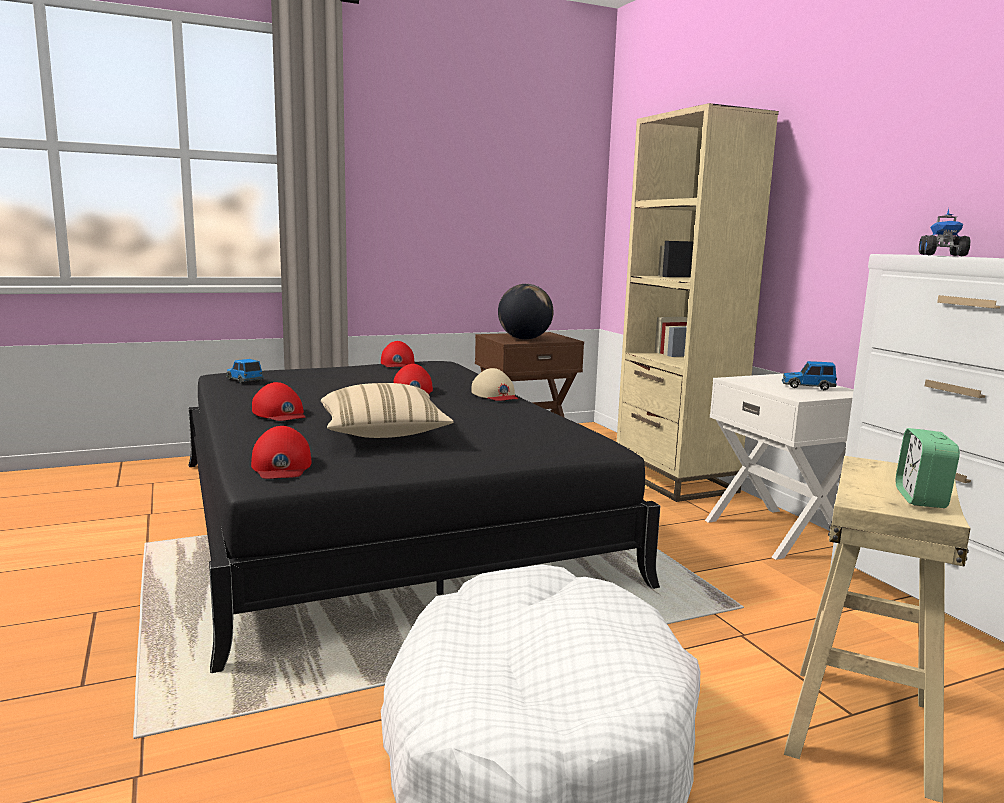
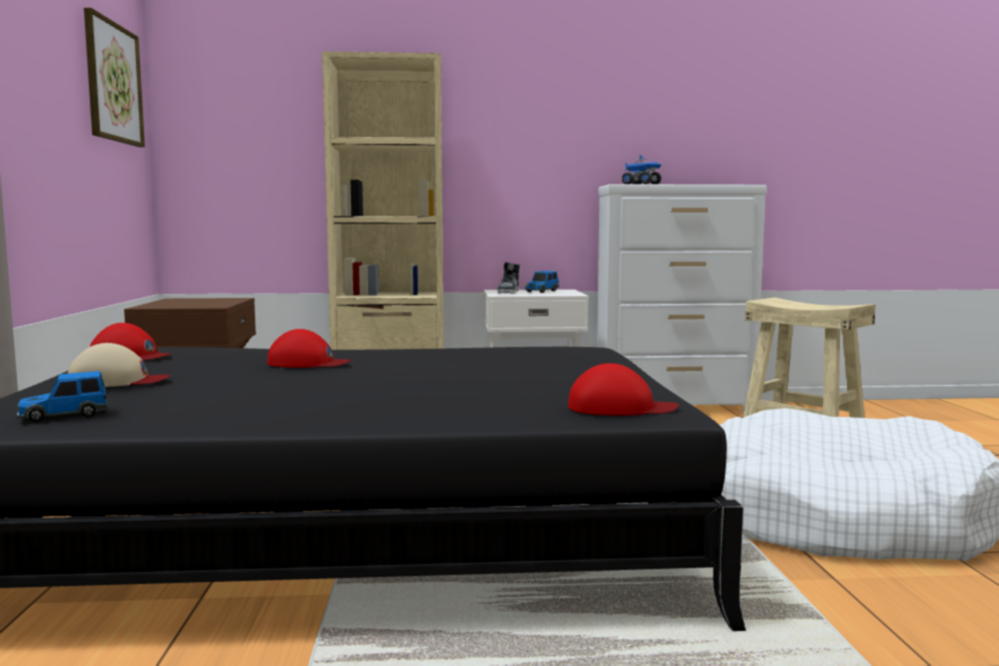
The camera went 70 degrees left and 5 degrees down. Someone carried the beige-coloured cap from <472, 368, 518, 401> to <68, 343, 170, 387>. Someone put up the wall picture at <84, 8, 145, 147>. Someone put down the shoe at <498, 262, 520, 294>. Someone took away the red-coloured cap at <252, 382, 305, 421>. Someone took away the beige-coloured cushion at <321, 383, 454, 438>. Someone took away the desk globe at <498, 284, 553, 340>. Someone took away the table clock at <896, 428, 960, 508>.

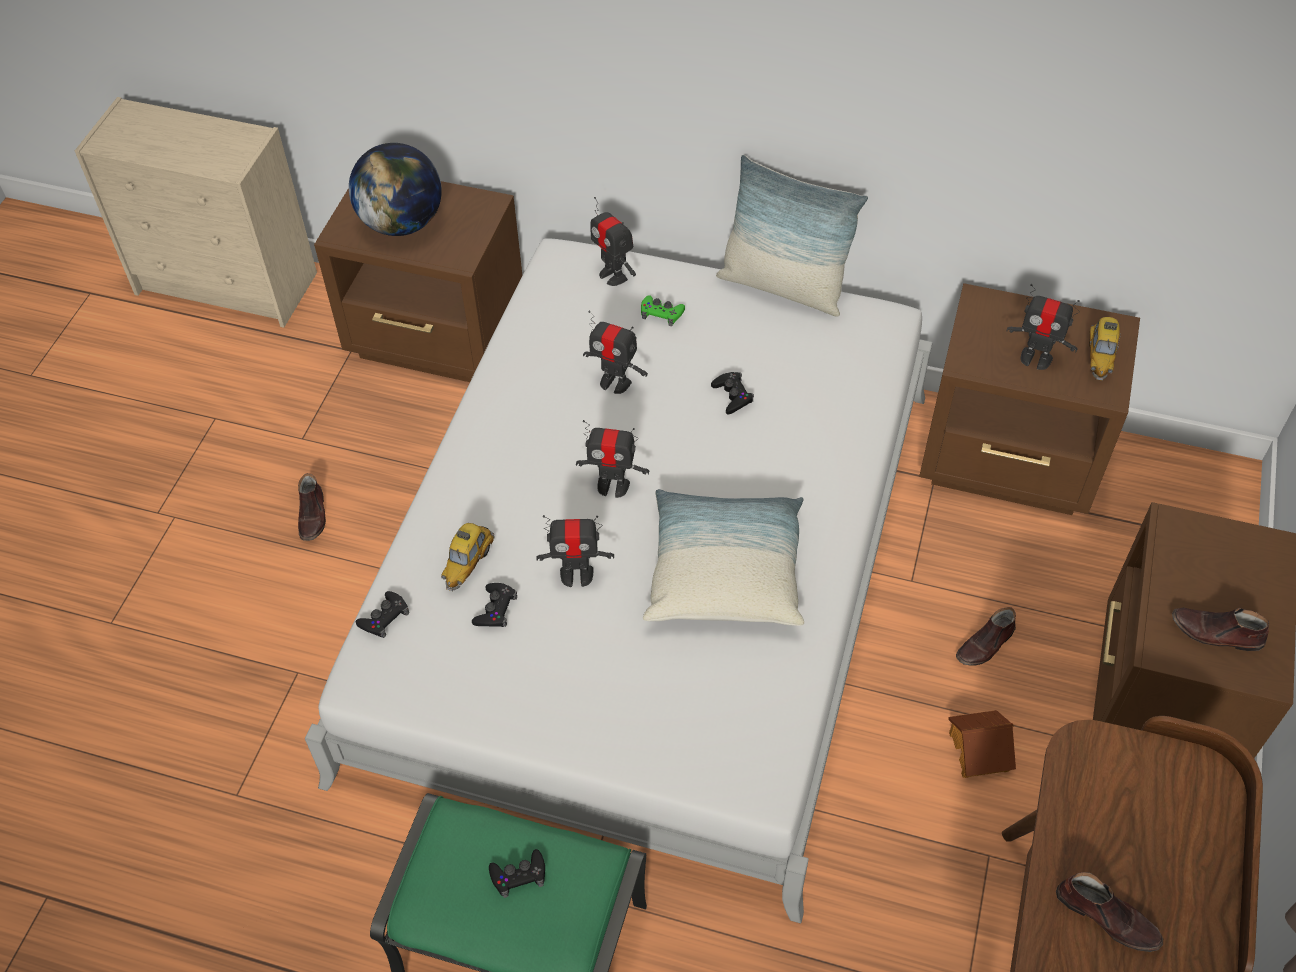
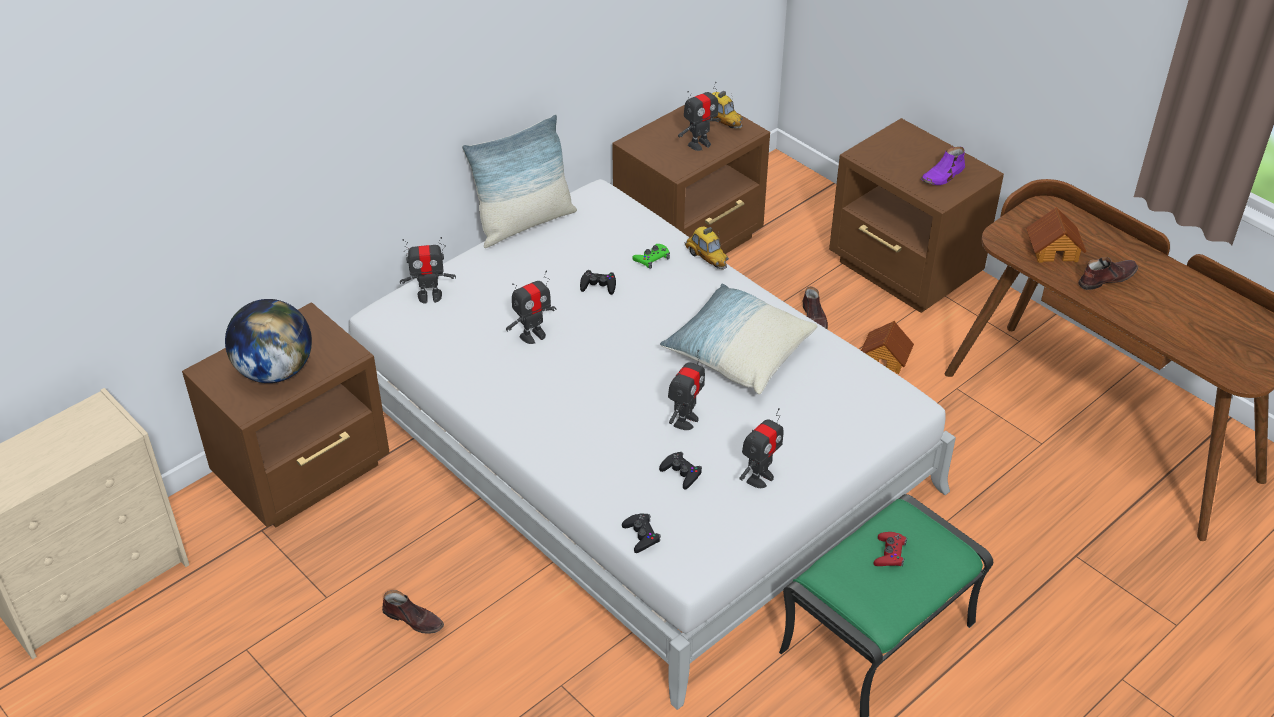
The camera went 60 degrees left and 10 degrees down. Someone carried the green-coloured game controller from <641, 295, 685, 326> to <632, 244, 670, 269>. Someone carried the toy car from <441, 523, 494, 591> to <685, 227, 729, 269>. Someone carried the model robot from <576, 420, 649, 498> to <740, 408, 783, 488>. Someone repainted the black game controller at <489, 849, 545, 898>, which became the red-coloured game controller at <874, 532, 907, 566>. Someone repainted the brown shoe at <1172, 607, 1269, 651>, which became the purplish shoe at <921, 147, 965, 185>. Someone put down the toy house at <1026, 207, 1087, 263>.

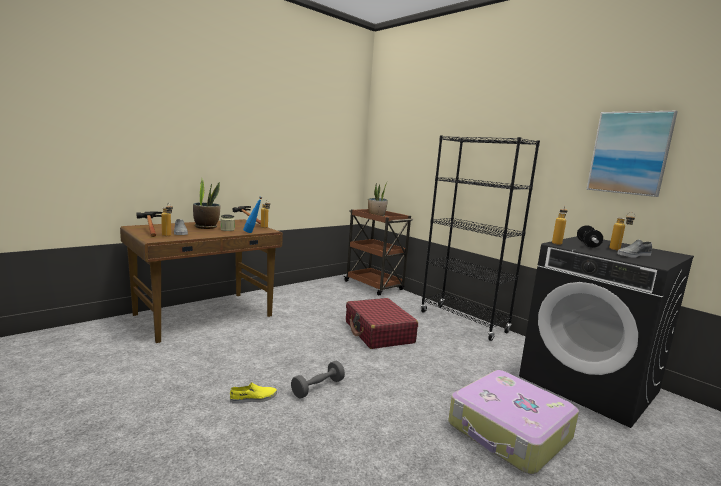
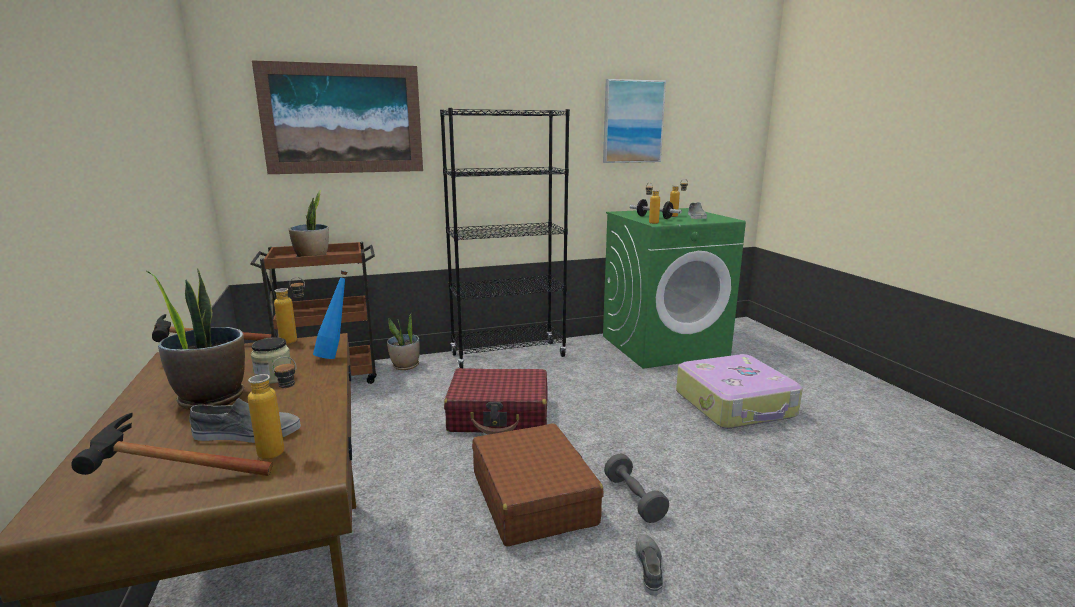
The camera went 65 degrees left and 5 degrees up. Someone put up the wall picture at <252, 60, 423, 174>. Someone put down the plant in a pot at <387, 314, 420, 370>. Someone put down the brown travel case at <472, 424, 604, 546>. Someone repainted the black laundry machine at <519, 236, 694, 428>, which became the green-coloured laundry machine at <603, 208, 746, 369>. Someone repainted the yellow-coloured shoe at <230, 382, 277, 404>, which became the greyish shoe at <635, 534, 663, 596>.

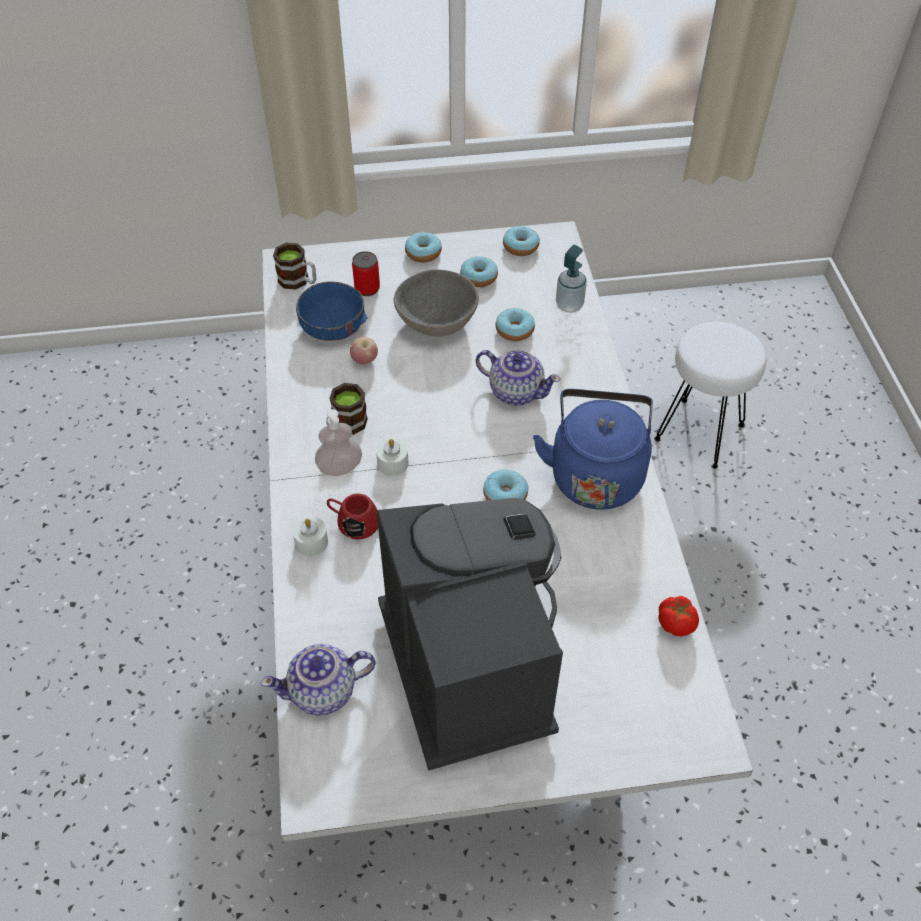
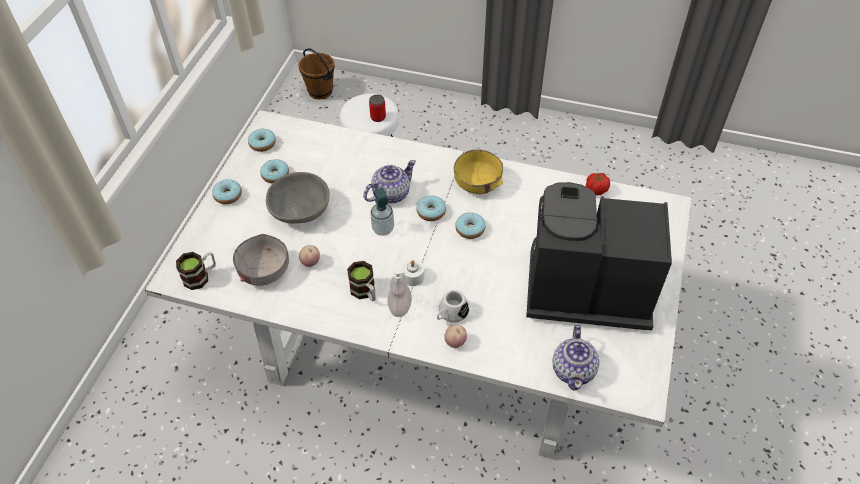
The camera went 65 degrees left and 0 degrees up. Someone repainted the blue-coloured serving bowl at <296, 281, 368, 341>, which became the greyish serving bowl at <233, 234, 289, 286>. Someone put down the brown pail at <298, 48, 335, 99>. Someone carried the metal can from <352, 251, 380, 296> to <369, 95, 386, 122>. Someone carried the liquid soap bottle from <556, 245, 587, 313> to <370, 188, 394, 236>. Someone carried the doughnut from <496, 308, 535, 341> to <416, 195, 446, 221>. Someone repainted the red-coloured mug at <327, 494, 378, 539>, which became the white mug at <437, 290, 469, 323>. Someone swapped the white wax candle at <292, 516, 328, 556> for the whole apple at <444, 324, 467, 348>. Someone swapped the blue-coloured tea kettle at <533, 389, 653, 509> for the yellow-coloured serving bowl at <454, 149, 503, 194>.

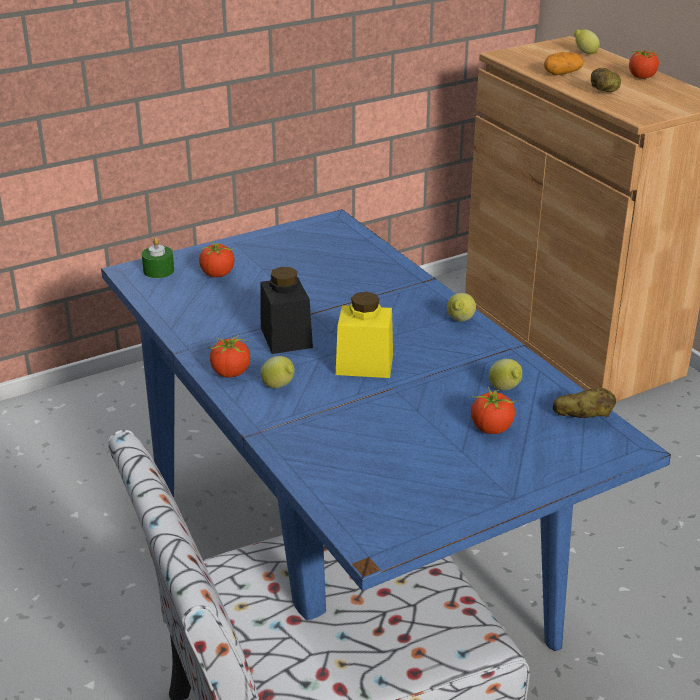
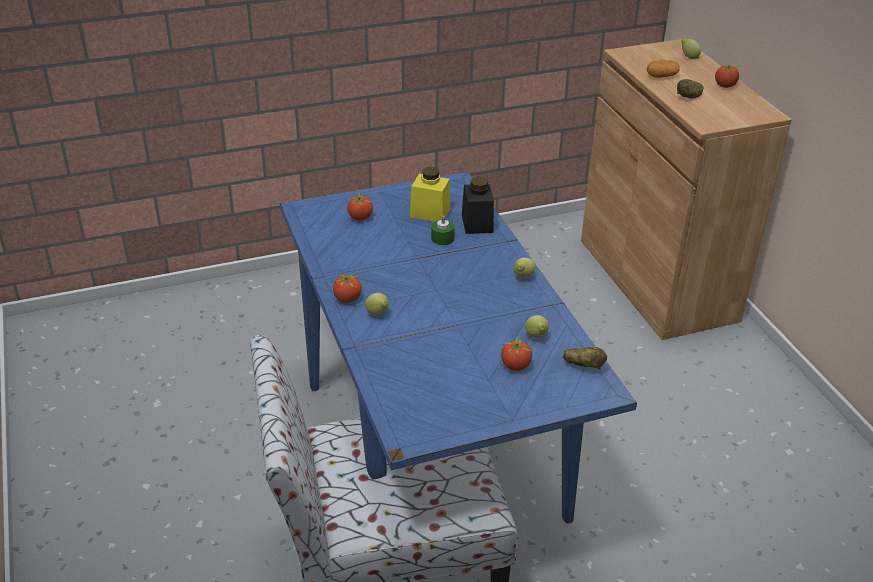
The camera went 10 degrees right and 5 degrees up. Someone carried the yellow-coloured storage jar from <336, 292, 393, 378> to <410, 167, 450, 222>. Someone carried the green-coloured wax candle from <142, 238, 174, 278> to <431, 215, 455, 245>. Someone carried the black storage jar from <260, 267, 313, 354> to <462, 177, 494, 234>.

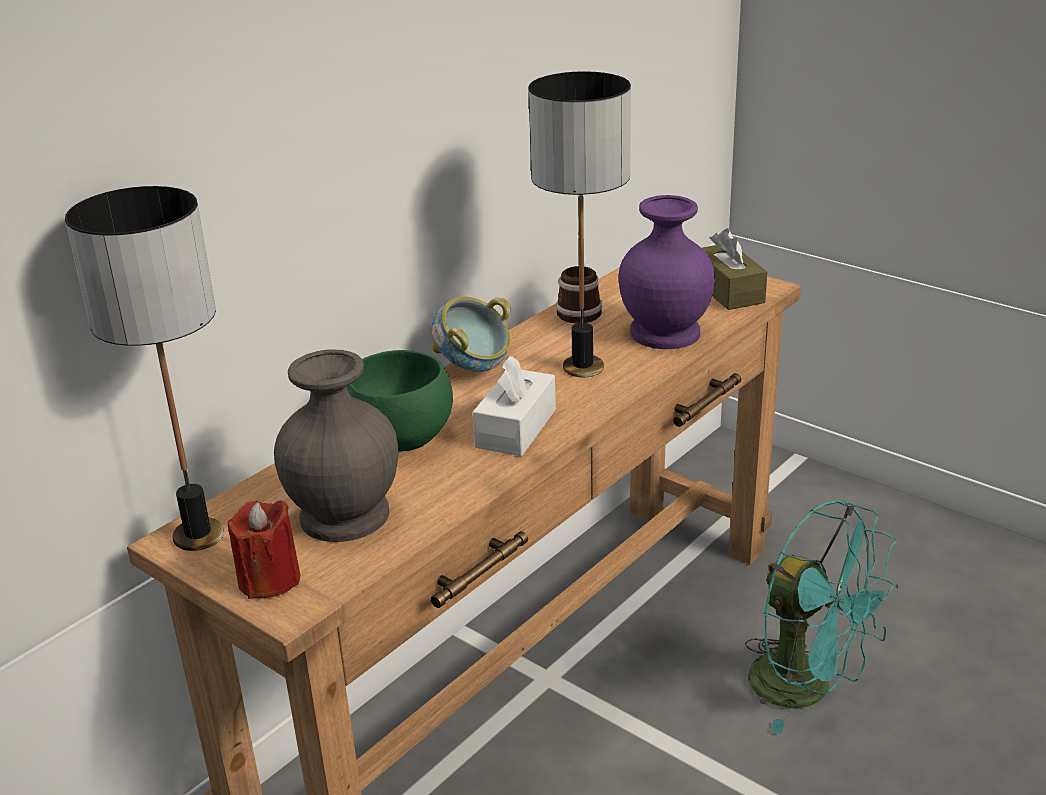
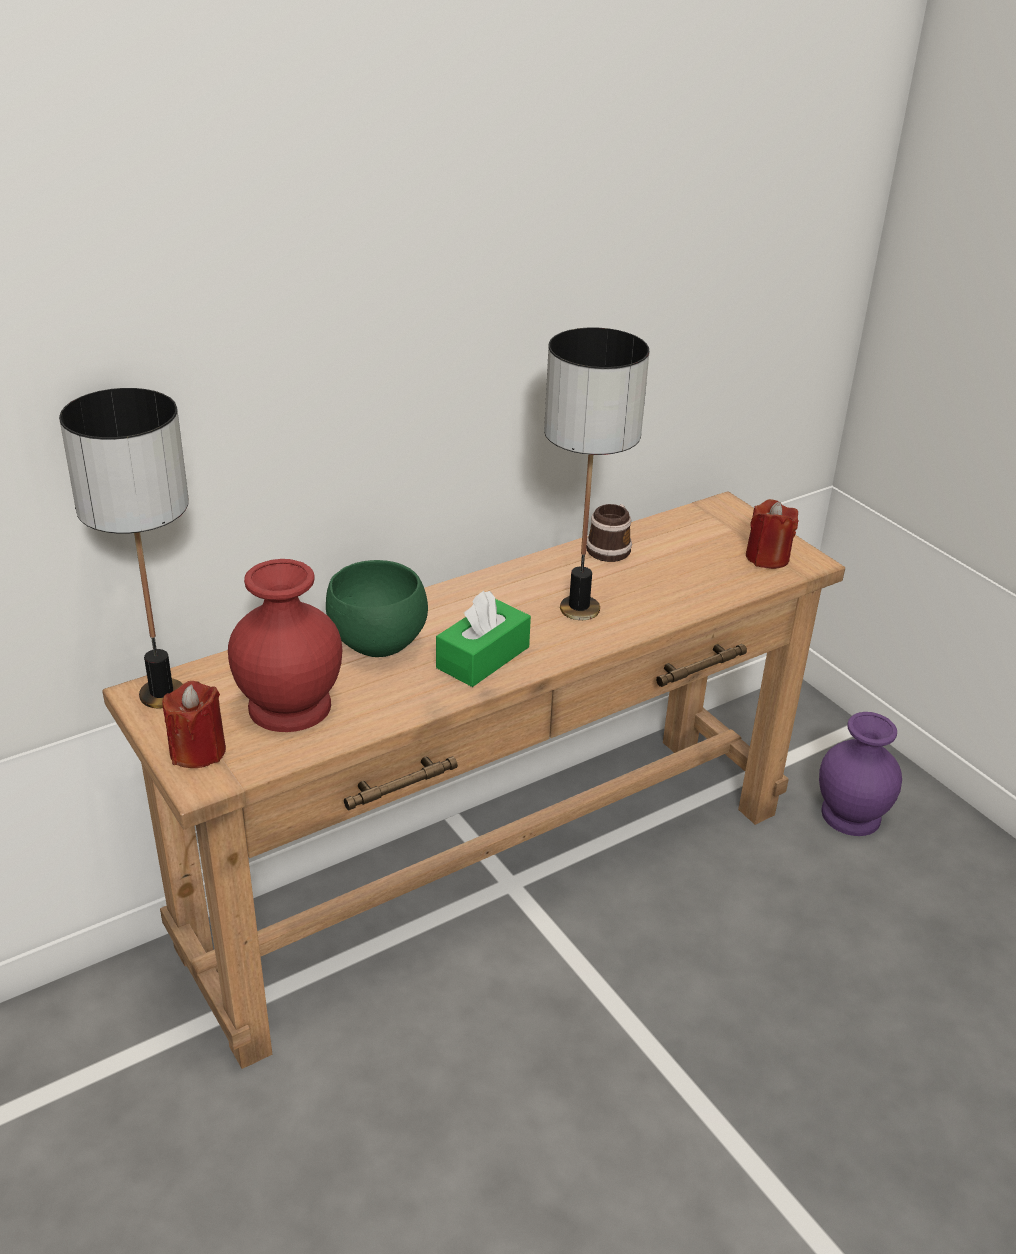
The camera went 15 degrees right and 5 degrees up. Someone repainted the greyish flower vase at <274, 350, 398, 542>, which became the red-coloured flower vase at <228, 559, 342, 732>. Someone repainted the white box of tissues at <473, 355, 556, 456>, which became the green-coloured box of tissues at <436, 590, 531, 687>. Someone swapped the brown box of tissues at <702, 229, 767, 310> for the red-coloured wax candle at <746, 499, 799, 569>. Someone carried the purplish flower vase from <619, 195, 715, 349> to <819, 712, 902, 836>. Someone took away the serving bowl at <432, 296, 511, 372>. Someone took away the turquoise-coloured cooling fan at <745, 501, 899, 734>.

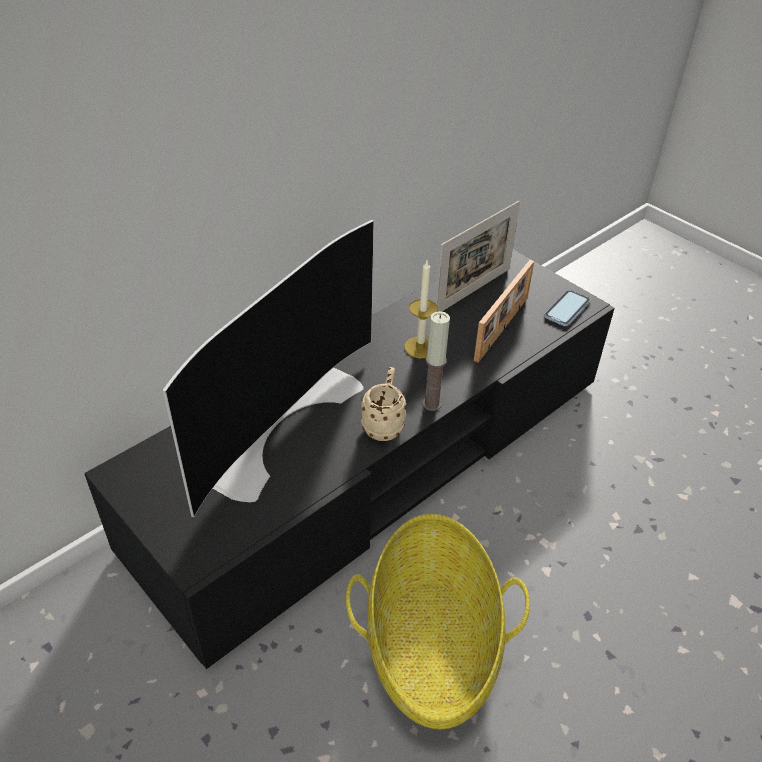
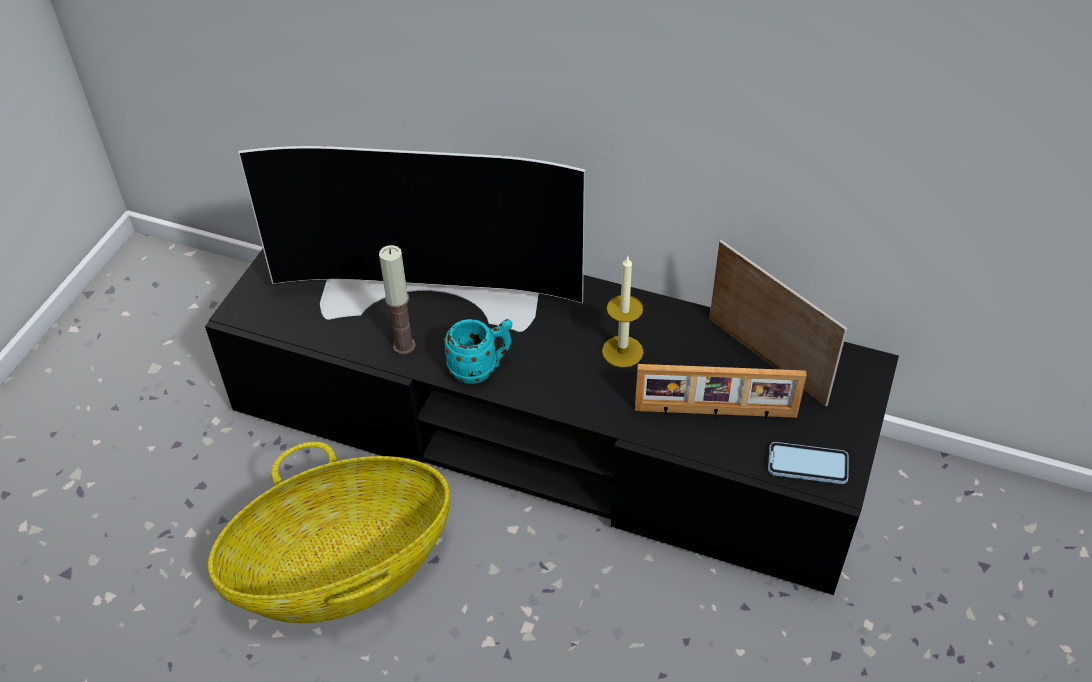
The camera went 65 degrees right and 5 degrees up. Someone carried the wax candle from <422, 311, 450, 411> to <379, 245, 416, 355>. Someone repainted the beige-coloured mug at <361, 367, 406, 441>, which became the turquoise-coloured mug at <443, 319, 512, 384>. Someone rotated the photo frame at <436, 201, 520, 312> by 150 degrees counterclockwise.

